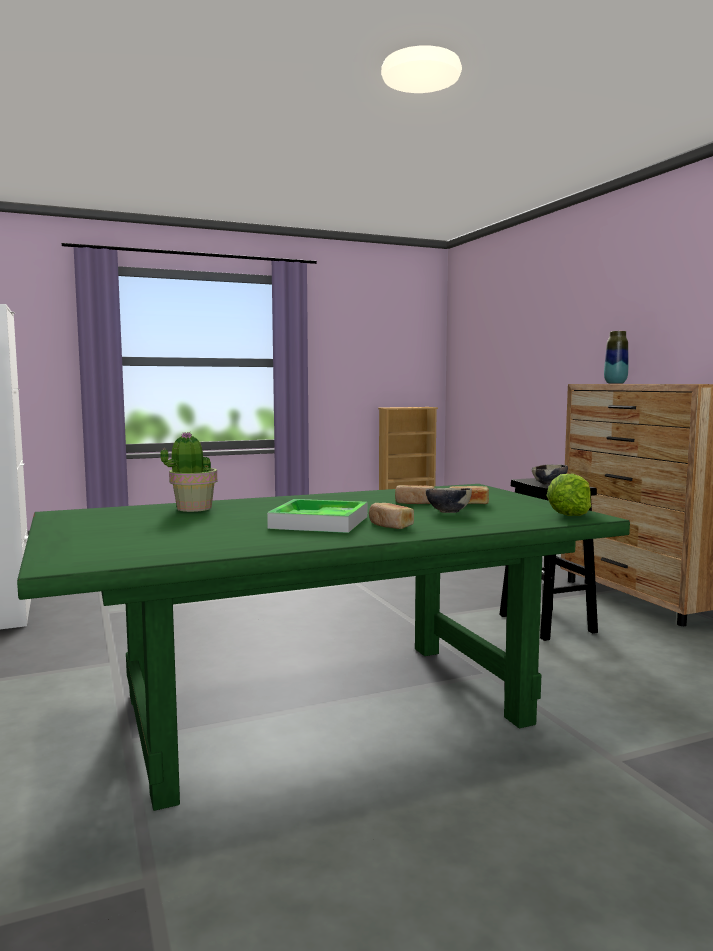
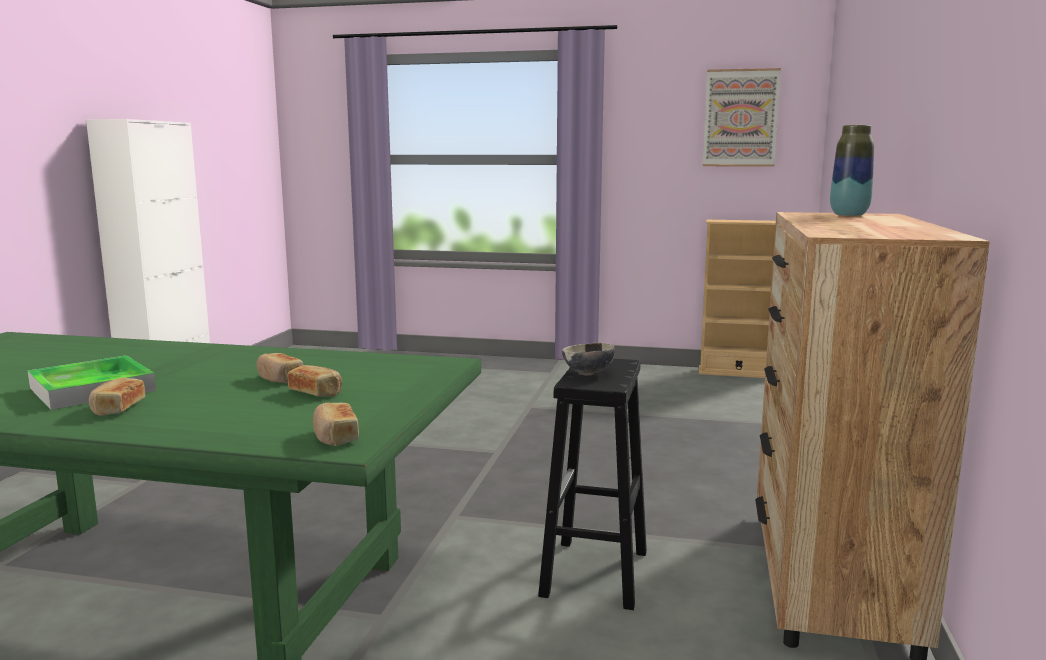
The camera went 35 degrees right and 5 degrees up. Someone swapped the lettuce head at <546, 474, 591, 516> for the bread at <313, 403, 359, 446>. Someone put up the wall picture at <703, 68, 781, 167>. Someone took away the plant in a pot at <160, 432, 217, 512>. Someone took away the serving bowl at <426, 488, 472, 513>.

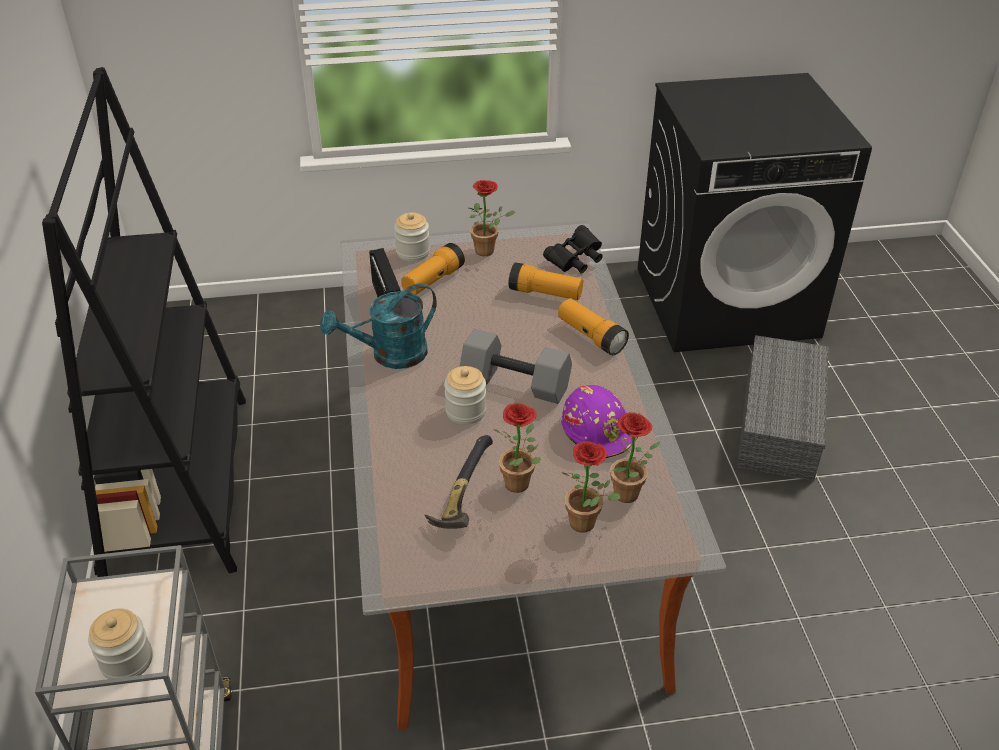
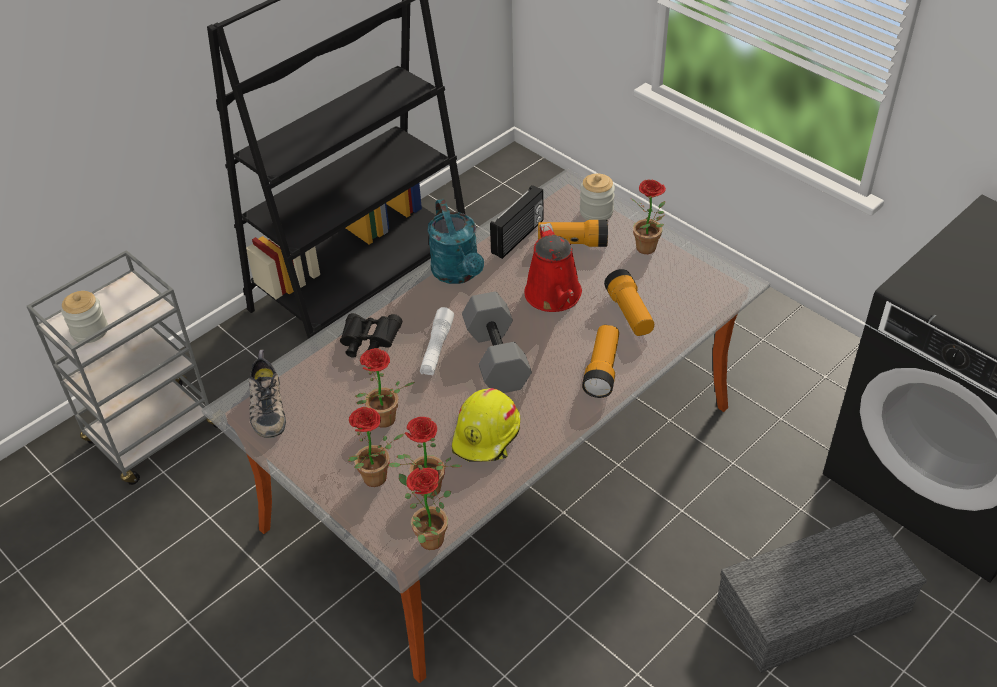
The camera went 55 degrees right and 5 degrees up. Someone put down the shoe at <249, 350, 286, 438>. Someone carried the black field glasses from <543, 225, 603, 273> to <340, 313, 402, 358>. Someone put down the plant in a pot at <399, 468, 451, 550>. Someone swapped the storage jar at <444, 366, 486, 424> for the white hand torch at <420, 307, 454, 376>. Someone rotated the turquoise-coloured watering pot at <320, 283, 437, 369> by 135 degrees counterclockwise. Someone repainted the purplish safety helmet at <561, 385, 638, 458>, which became the yellow-coloured safety helmet at <452, 388, 520, 462>. Someone put down the red-coloured watering pot at <524, 223, 582, 312>. Someone took away the hand hammer at <425, 435, 493, 529>.

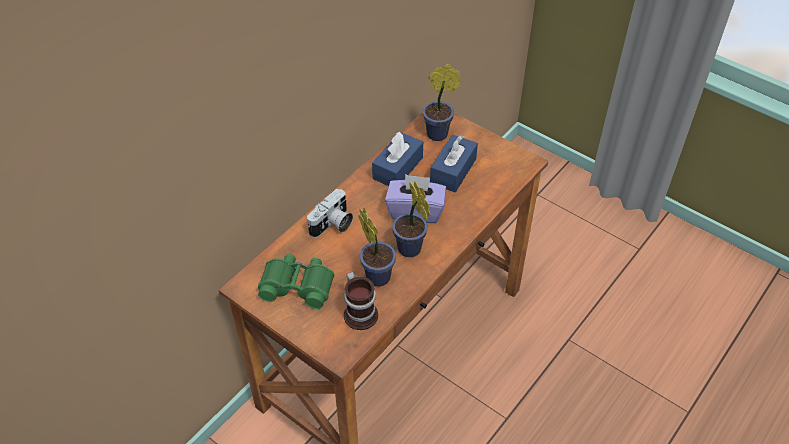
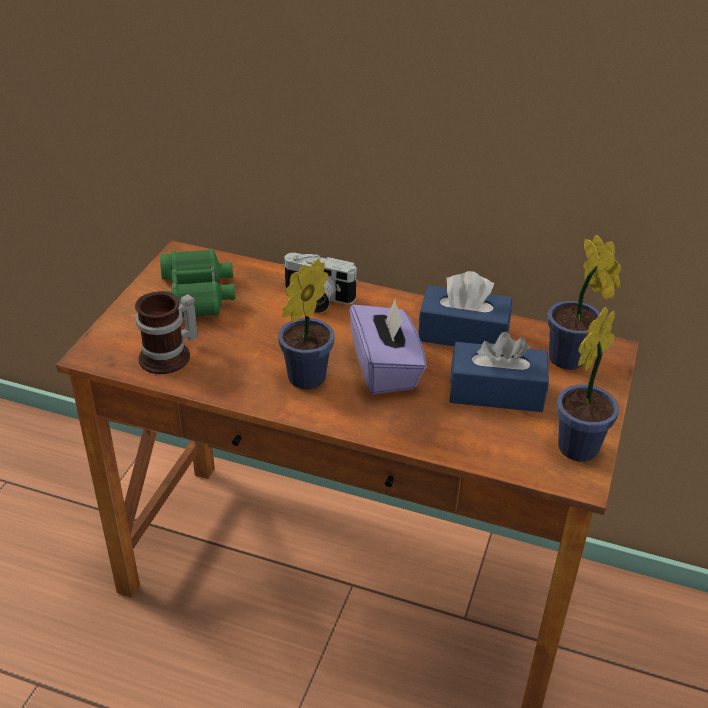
The camera went 70 degrees right and 10 degrees down. Someone carried the plant in a pot from <358, 208, 396, 287> to <557, 307, 619, 461>.

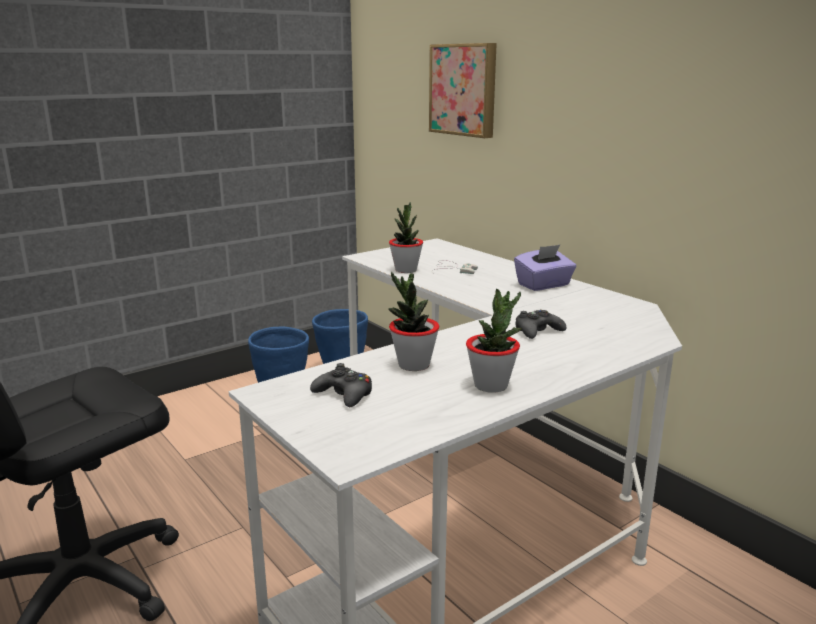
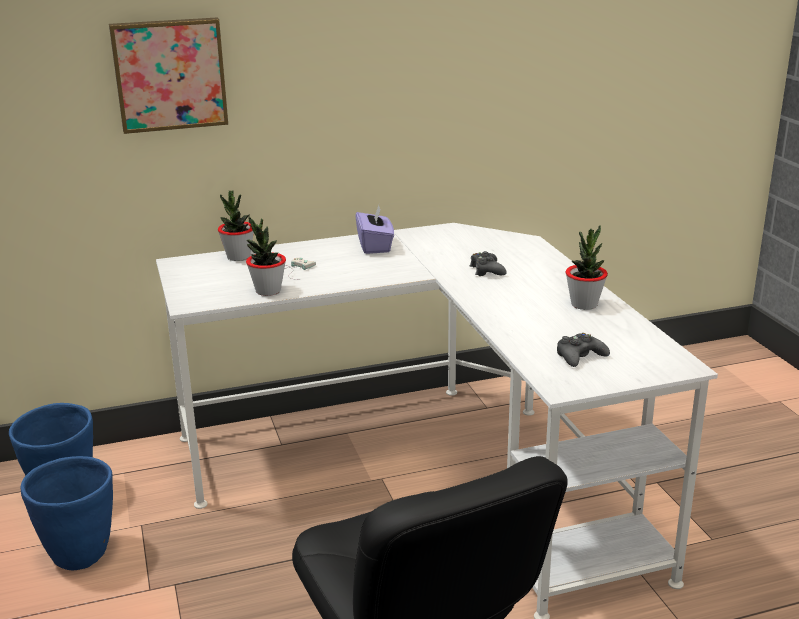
The camera went 70 degrees left and 5 degrees up. Someone carried the plant in a pot from <388, 272, 439, 371> to <218, 190, 254, 261>.

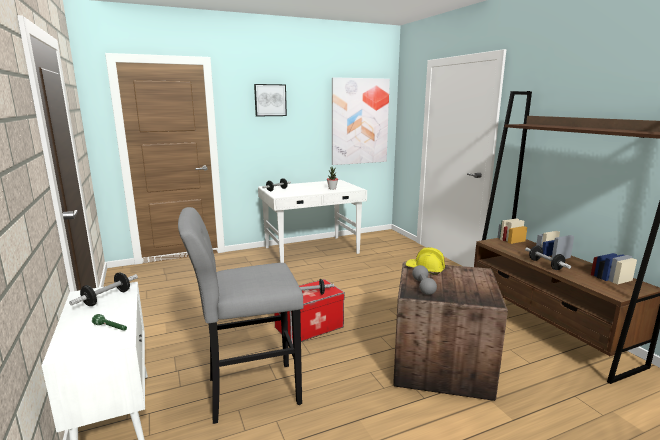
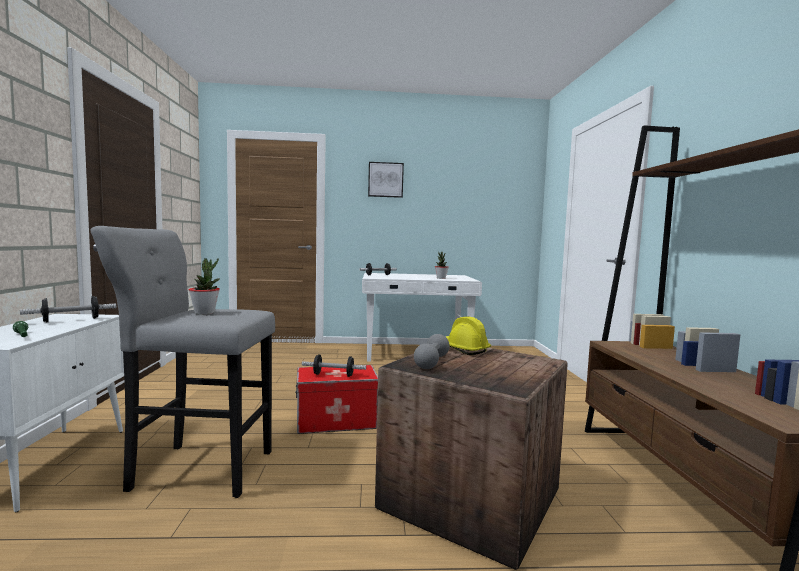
The camera went 20 degrees right and 10 degrees down. Someone put down the plant in a pot at <189, 258, 220, 315>. Someone took away the wall picture at <332, 77, 390, 165>. Someone took away the hand weight at <525, 246, 571, 270>.

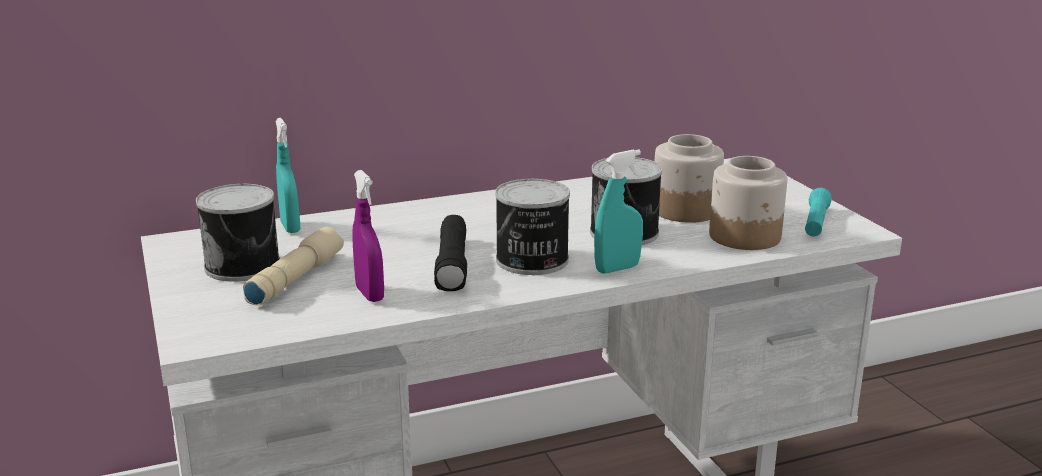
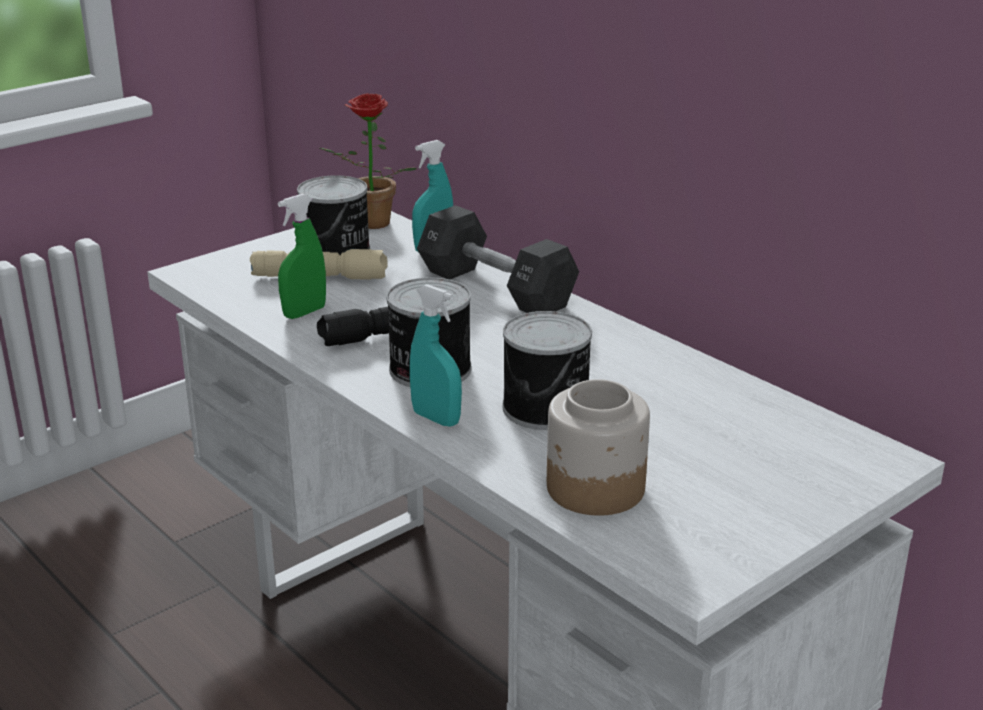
The camera went 70 degrees right and 5 degrees up. Someone repainted the purplish spray bottle at <353, 170, 384, 302>, which became the green-coloured spray bottle at <278, 194, 326, 319>. Someone put down the plant in a pot at <319, 93, 417, 229>. Someone put down the black hand weight at <417, 205, 579, 313>. Someone took away the storage jar at <655, 134, 724, 223>. Someone took away the turquoise-coloured hand torch at <805, 188, 832, 237>.

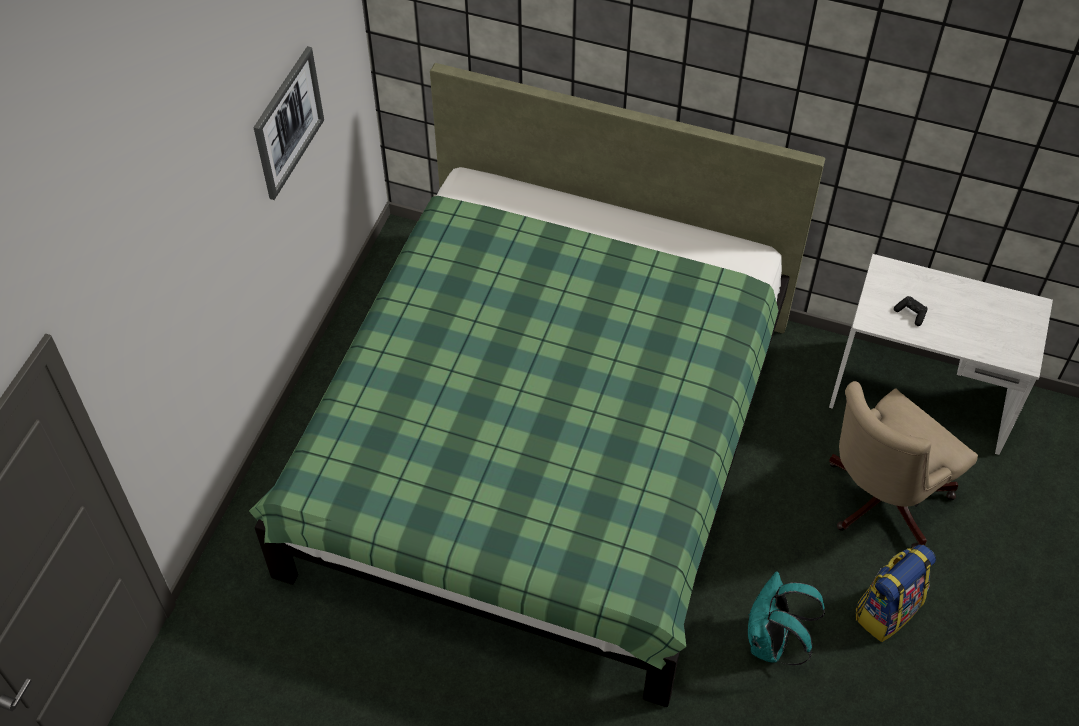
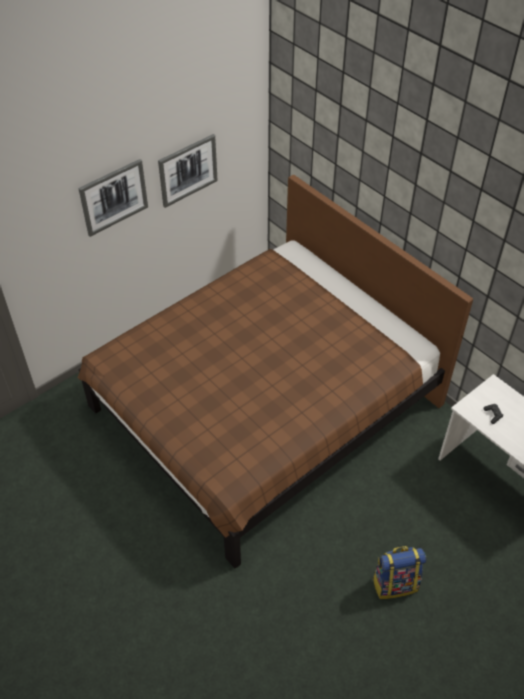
The camera went 30 degrees right and 5 degrees down. Someone put up the wall picture at <78, 159, 148, 237>. Someone repainted the green-coloured bedroom bed at <249, 63, 825, 707>, which became the brown bedroom bed at <78, 175, 473, 569>. Someone took away the turquoise-coloured rucksack at <748, 571, 825, 665>. Someone took away the beige-coloured office chair at <829, 381, 978, 548>.

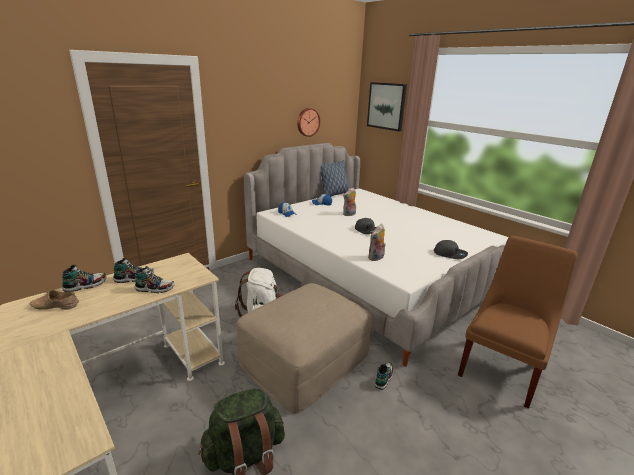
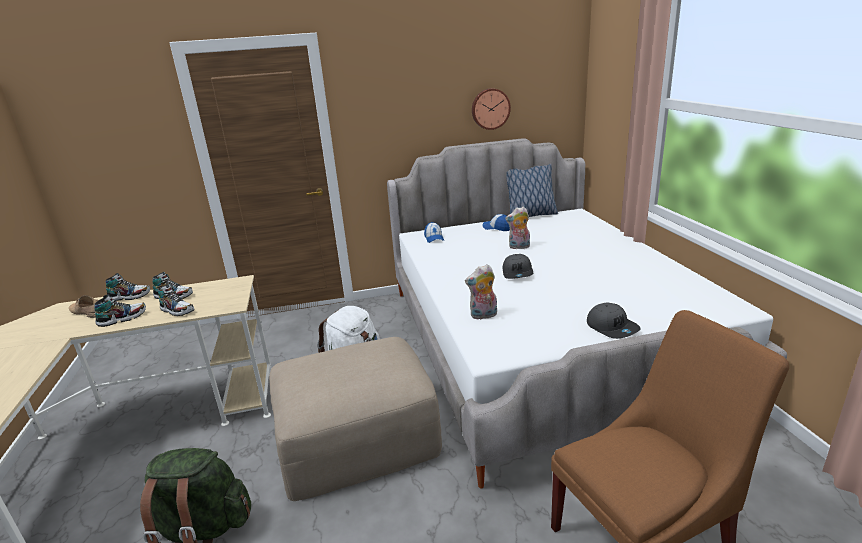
The camera went 30 degrees right and 0 degrees up. Someone carried the shoe from <375, 362, 393, 390> to <94, 295, 146, 327>. Someone took away the wall picture at <367, 82, 407, 131>.

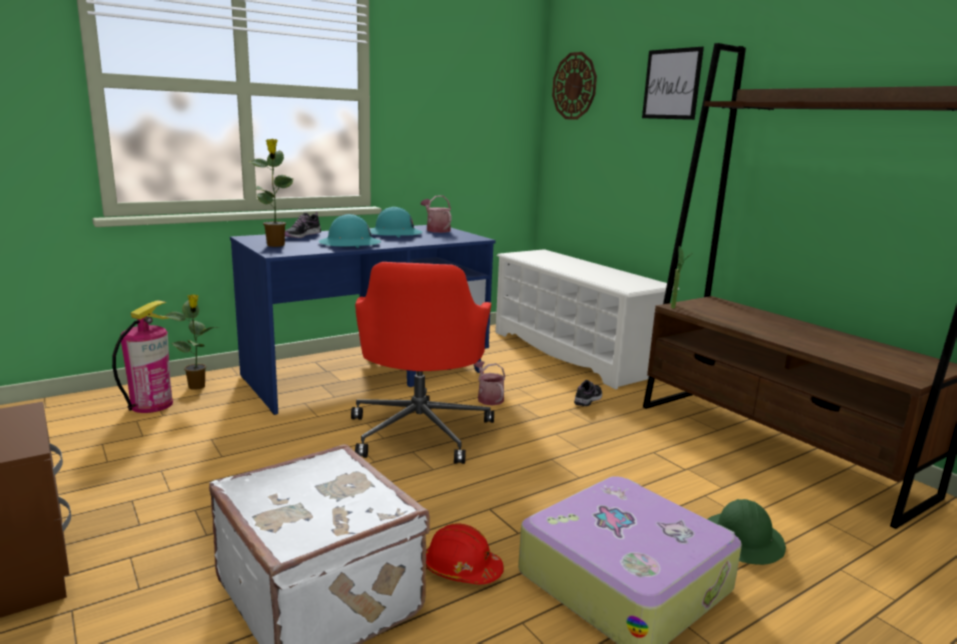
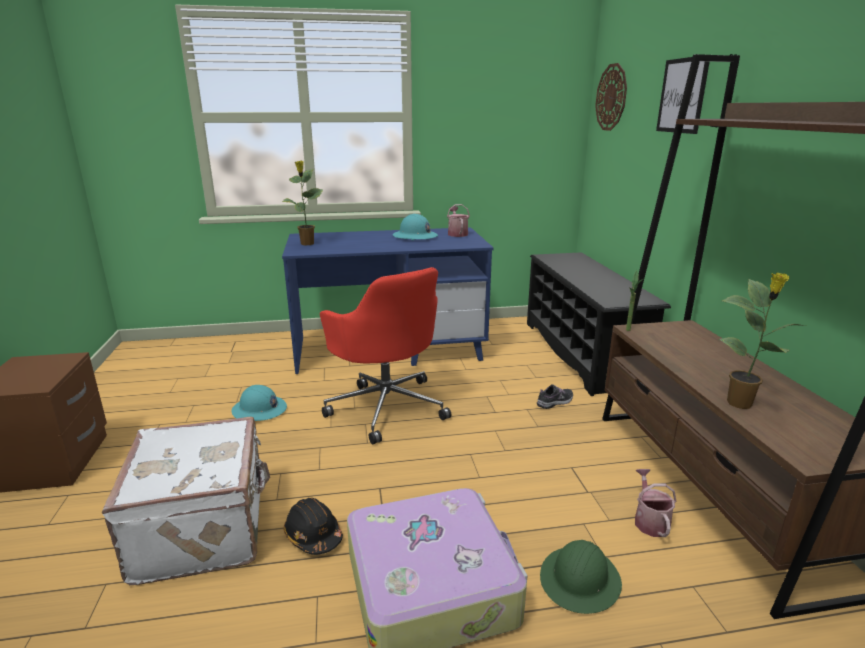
The camera went 25 degrees right and 5 degrees up. Someone carried the turquoise-coloured safety helmet from <319, 214, 381, 248> to <232, 385, 287, 421>. Someone repainted the red-coloured safety helmet at <426, 523, 504, 584>, which became the black safety helmet at <284, 498, 343, 555>. Someone rotated the red-coloured office chair at <351, 262, 494, 464> by 60 degrees counterclockwise. Someone repainted the white shoe shelf at <495, 249, 679, 389>, which became the black shoe shelf at <527, 252, 671, 396>. Someone carried the watering pot from <474, 361, 505, 406> to <635, 469, 676, 537>. Someone carried the plant in a pot from <164, 294, 217, 390> to <719, 272, 806, 409>. Someone took away the fire extinguisher at <112, 300, 173, 413>. Someone took away the shoe at <285, 212, 321, 238>.

